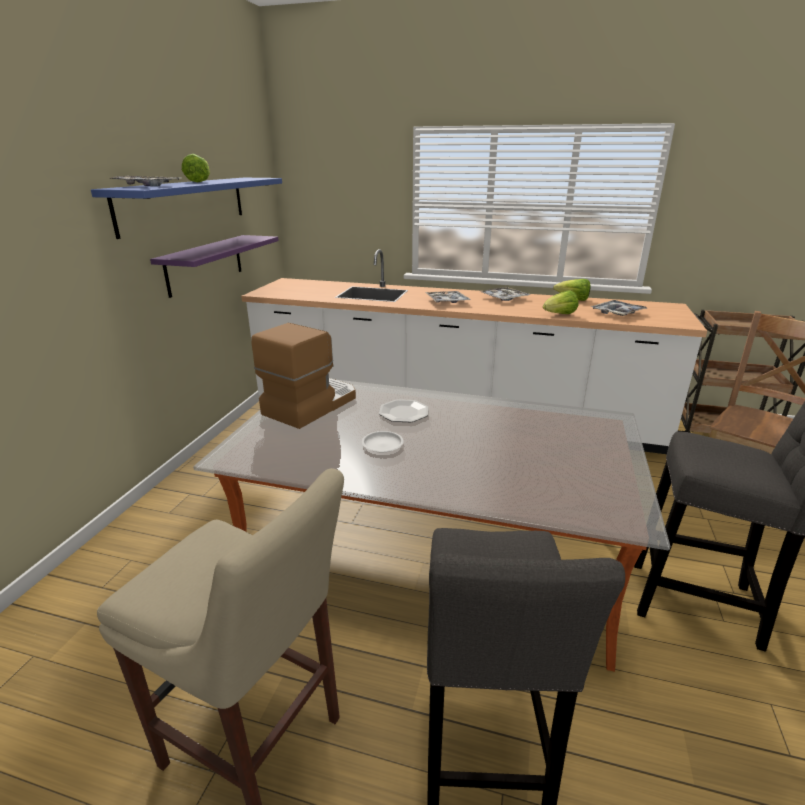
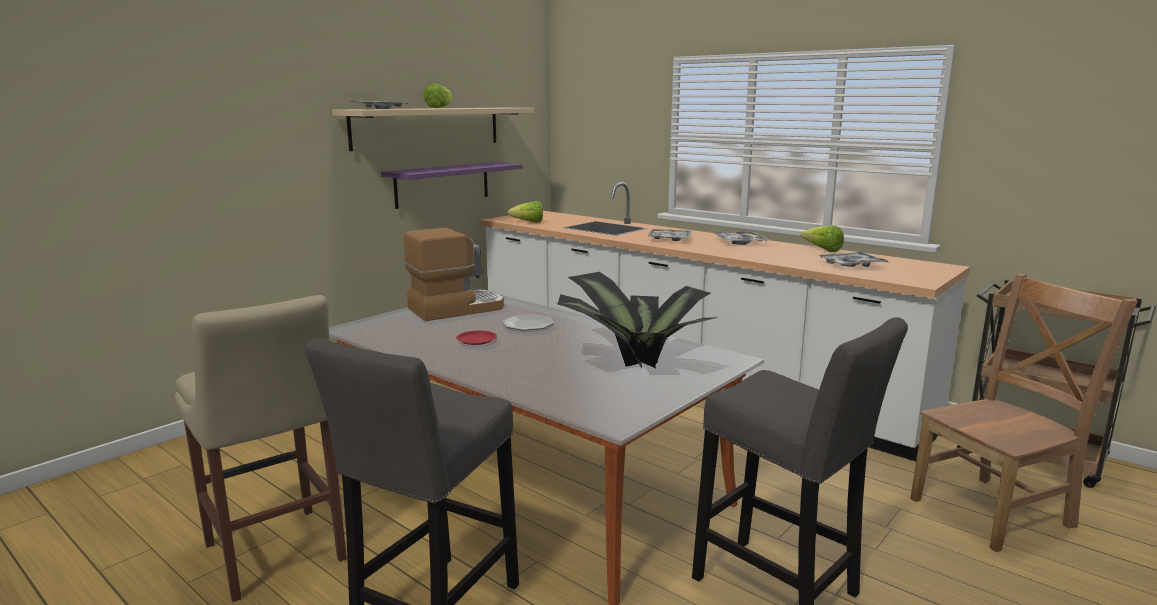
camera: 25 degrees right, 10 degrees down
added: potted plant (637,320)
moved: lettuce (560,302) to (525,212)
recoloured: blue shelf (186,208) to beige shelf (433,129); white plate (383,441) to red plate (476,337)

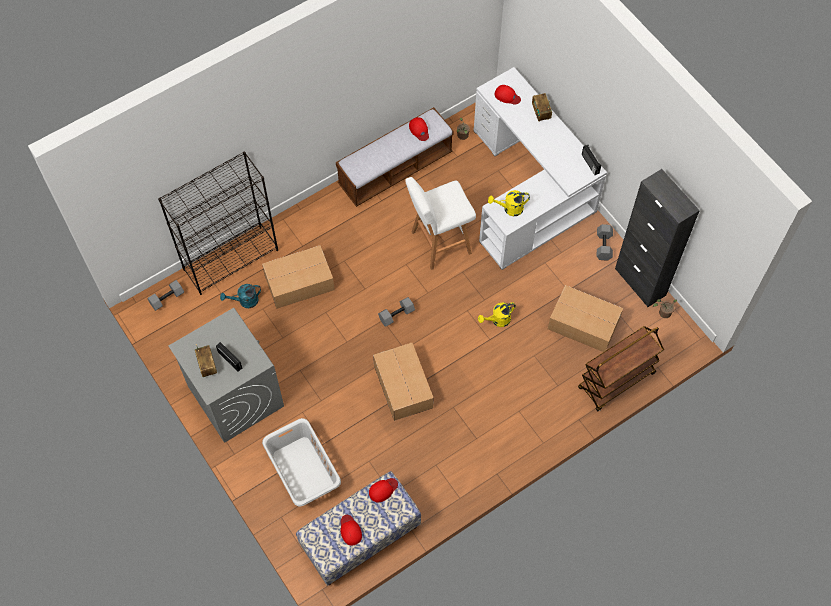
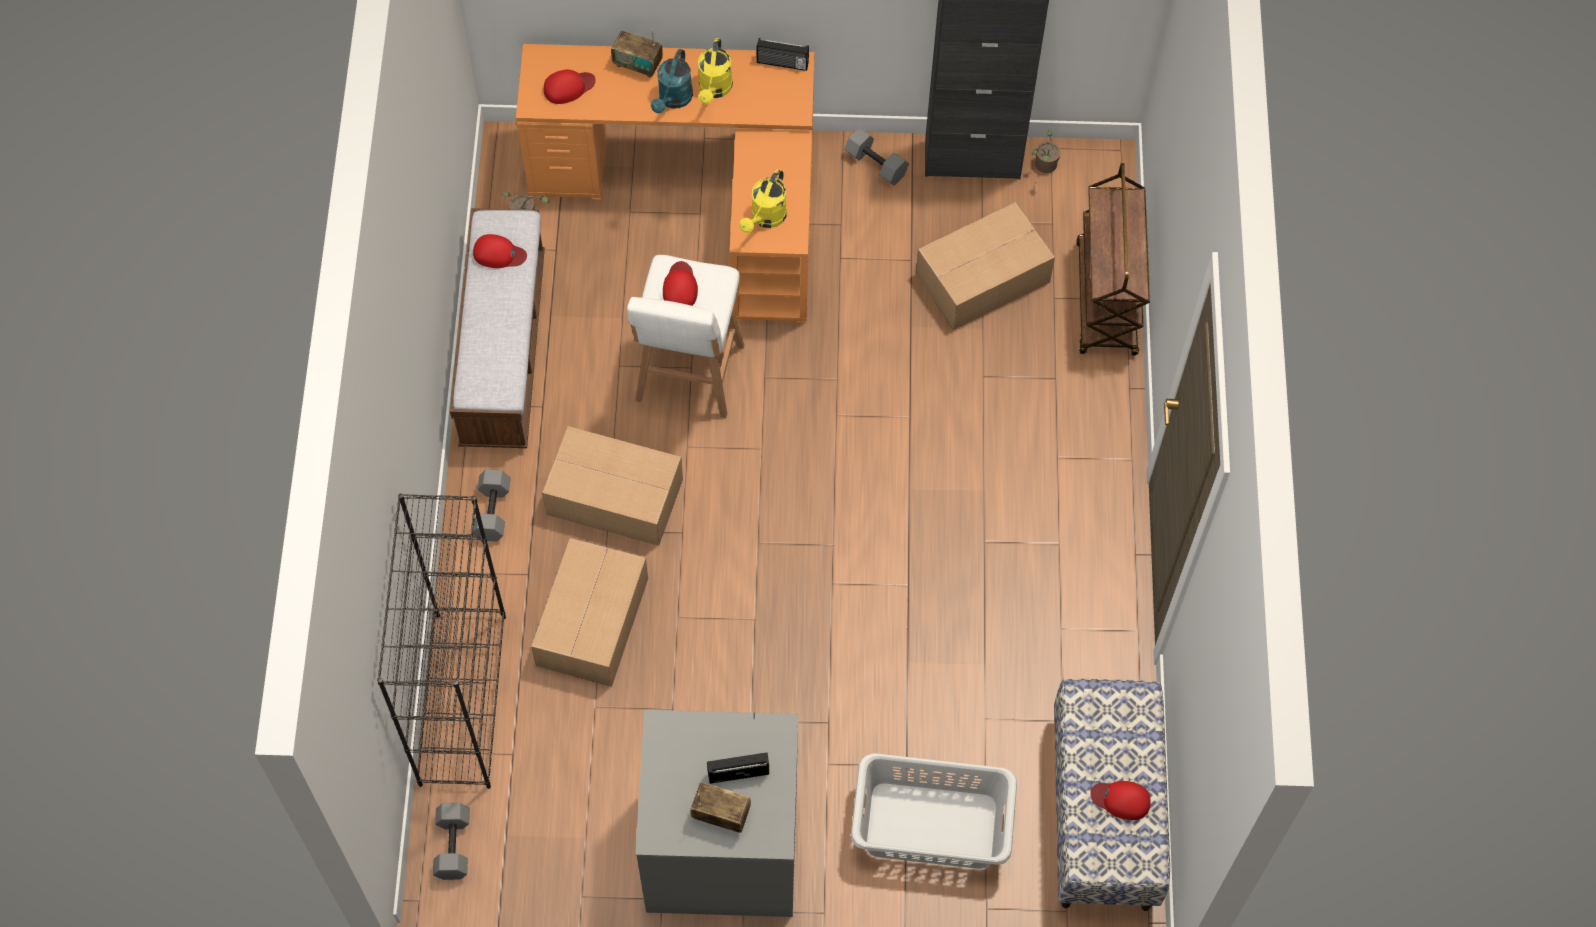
camera: 55 degrees left, 0 degrees up
moved: turquoise watering can (240,296) to (672,81); red cap (383,490) to (680,283); cardboard box (403,382) to (612,486); grey dumbbell (396,311) to (492,505); yellow watering can (497,314) to (715,71)
recoloured: white desk (540,168) to orange desk (665,183)

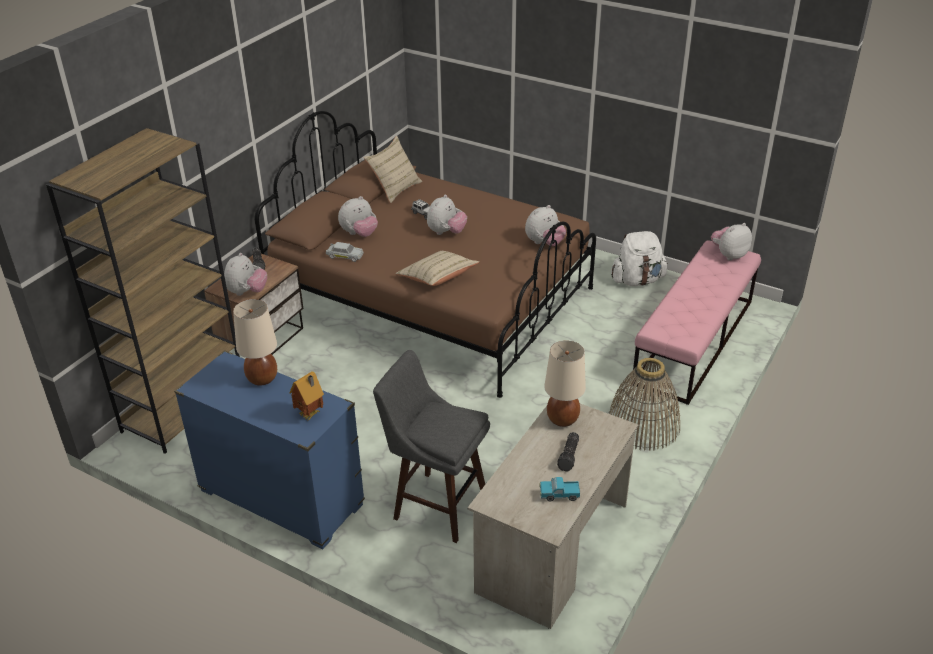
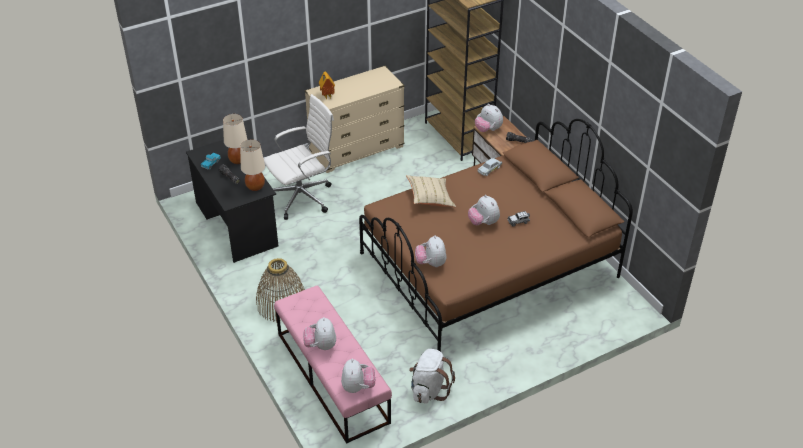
camera: 120 degrees right, 5 degrees up
removed: beige pillow (393,169)
moved: beige table lamp (255,342) to (235,139); plush toy (358,216) to (319,333)
replaced: grey stool (431,446) to white office chair (299,157)
recoloured: blue dresser (269,449) to beige dresser (355,119); beige desk (553,516) to black desk (232,201)

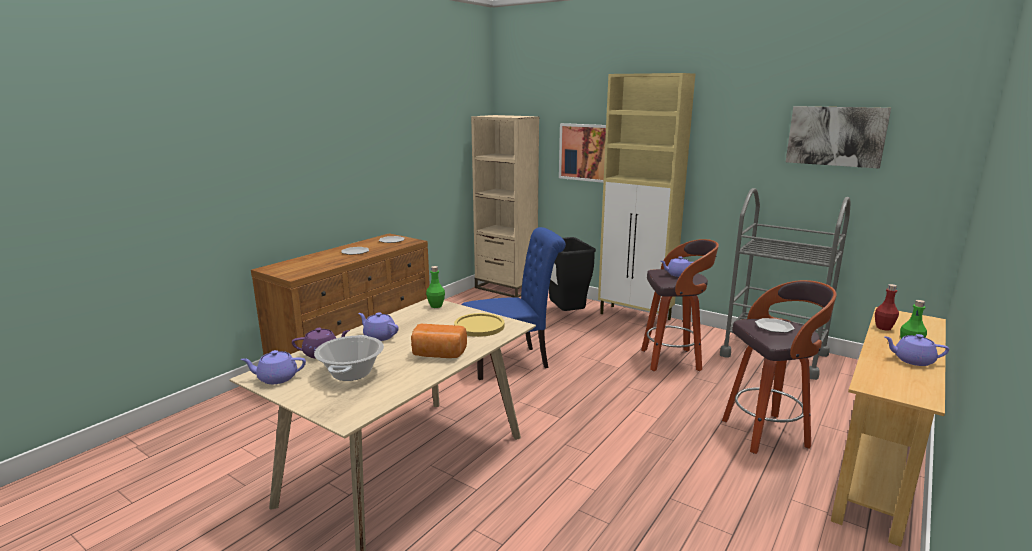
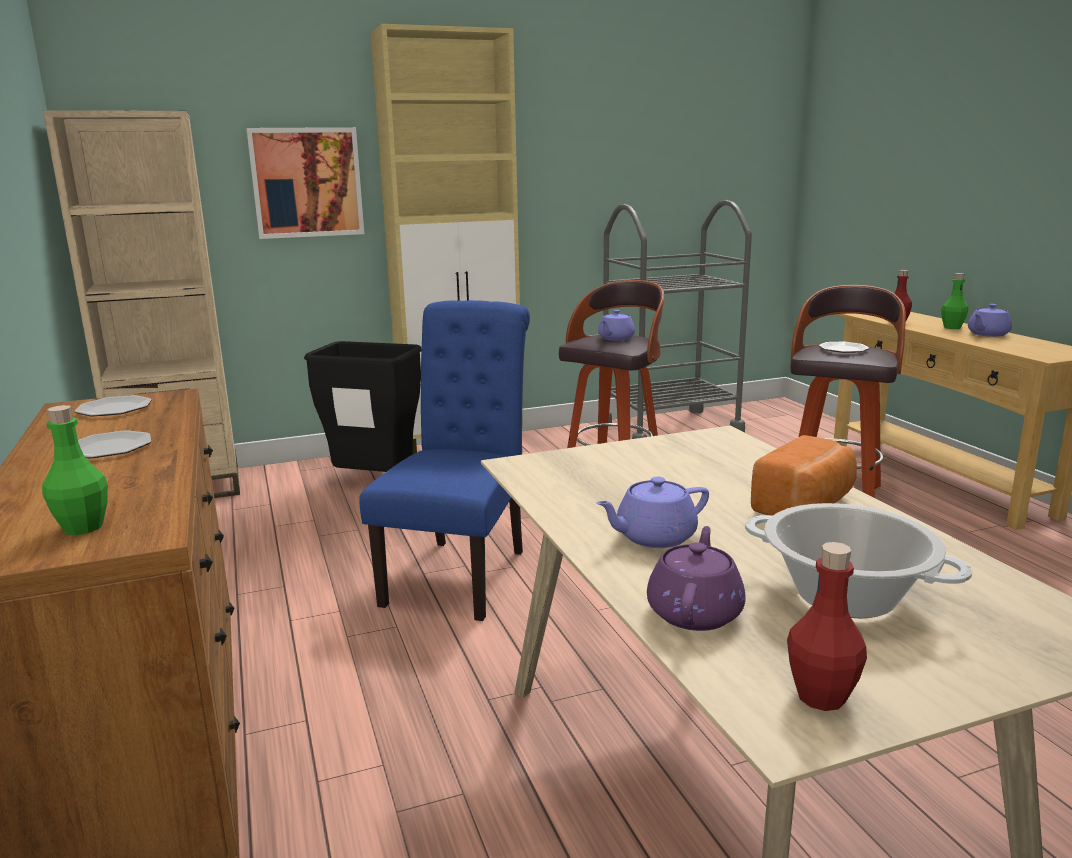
camera: 55 degrees left, 0 degrees up
removed: yellow plate (479,325); picture (838,137)
moved: green bottle (435,287) to (75,470)
replaced: purple teapot (273,367) to red bottle (827,626)

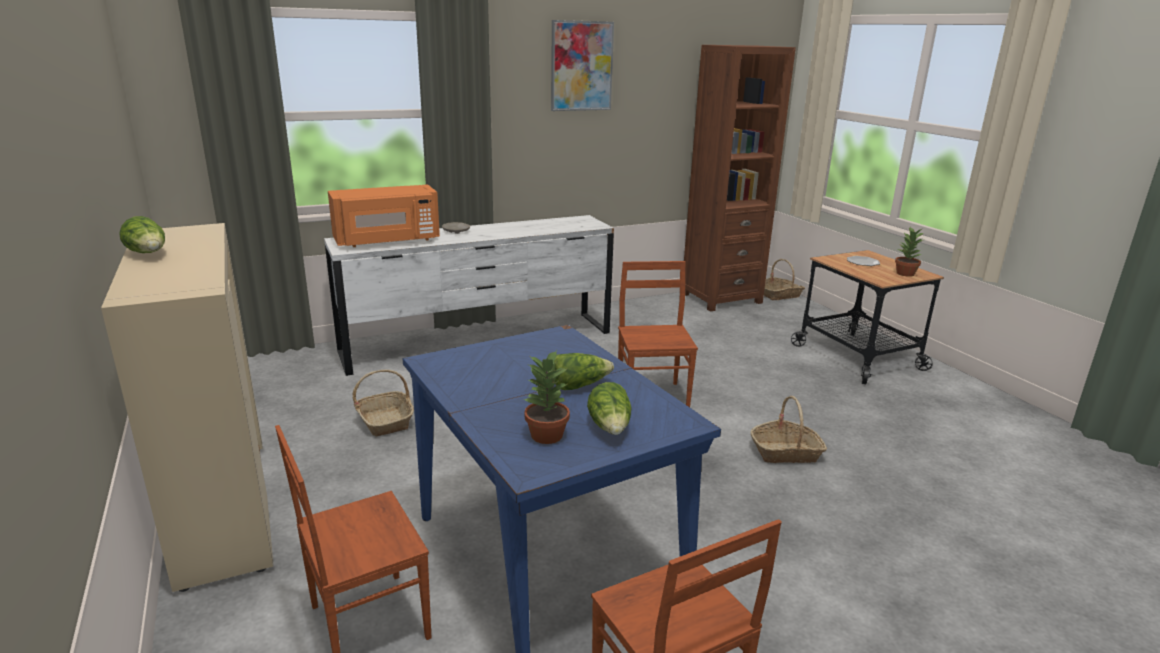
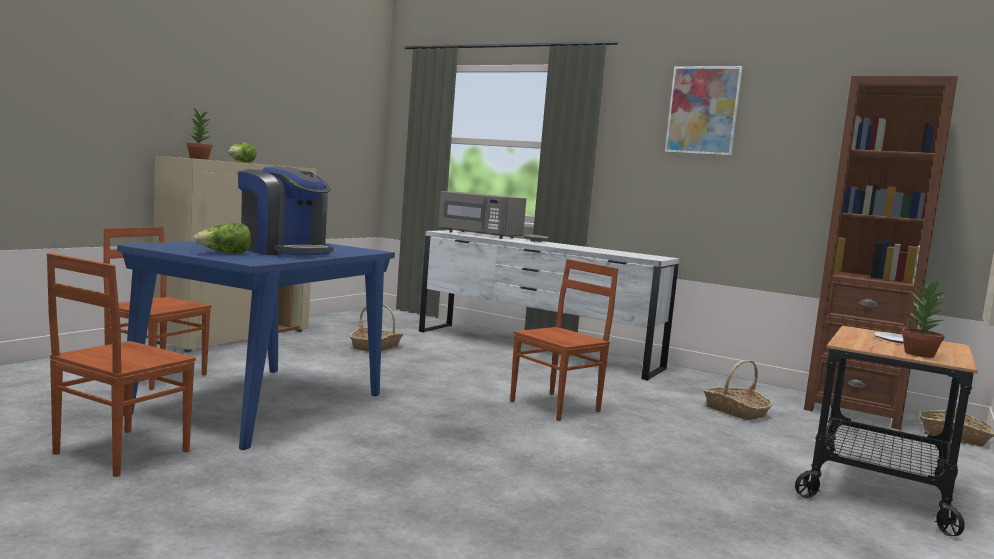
camera: 55 degrees right, 15 degrees down
moved: potted plant (546,397) to (199,134); basket (789,429) to (738,390)
replaced: lettuce (584,371) to coffee machine (285,211)
recoloured: orange microwave (384,215) to grey microwave (482,215)

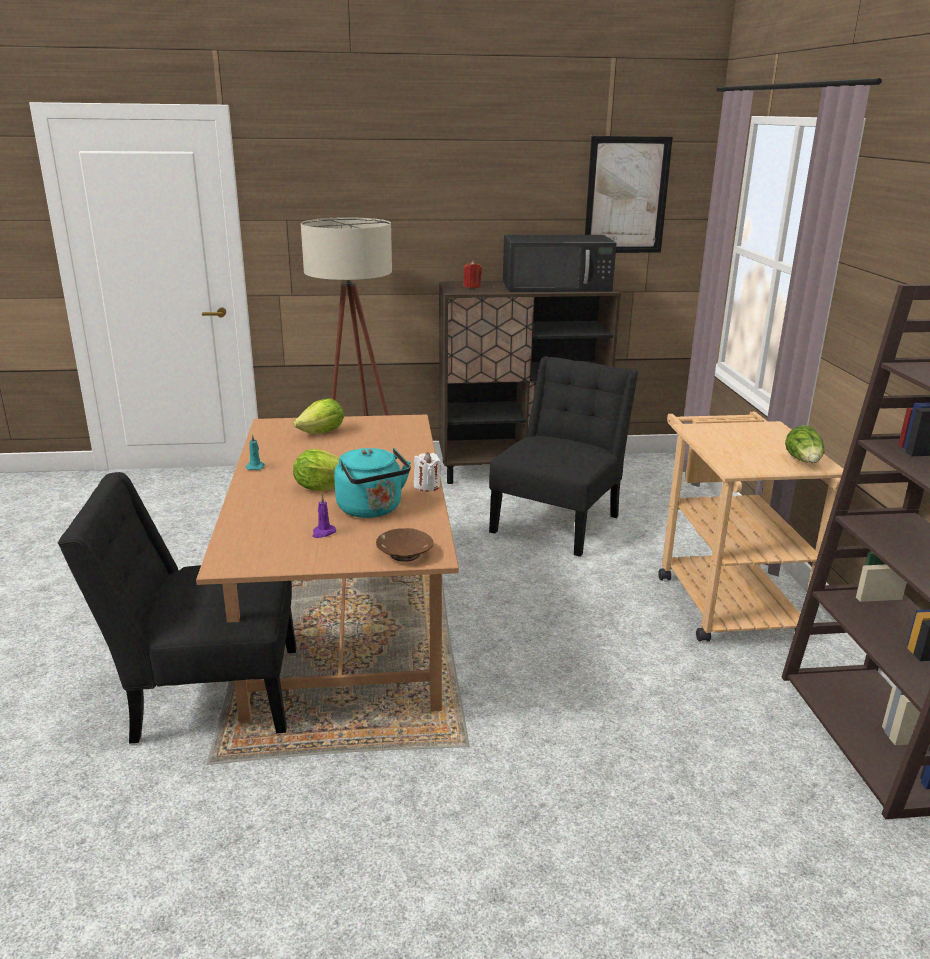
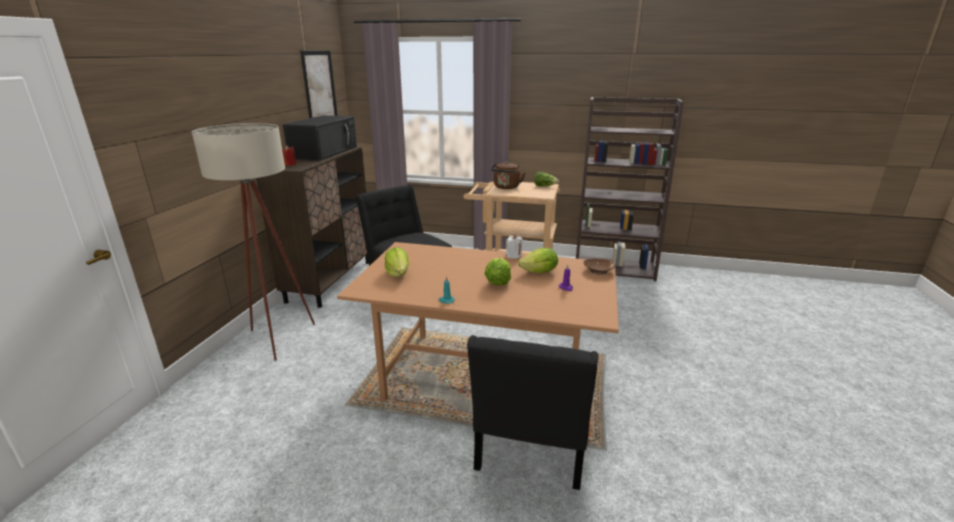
camera: 70 degrees left, 0 degrees up
added: brown kettle (508,175)
replaced: turquoise kettle (372,483) to lettuce (538,260)

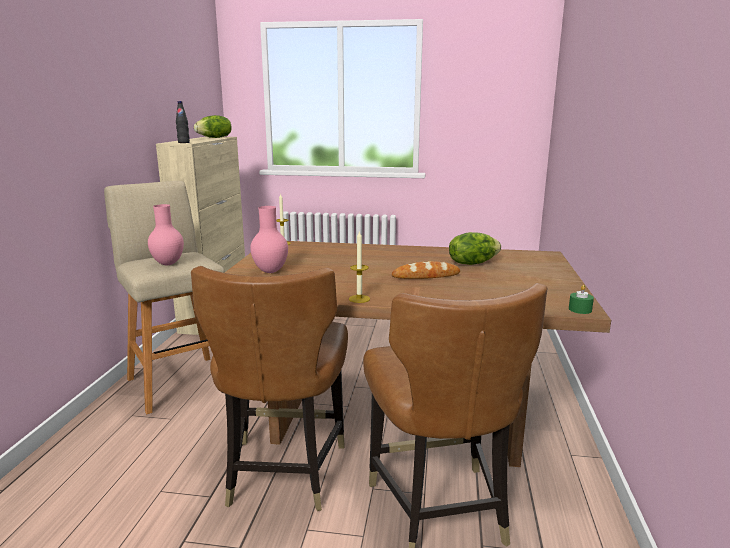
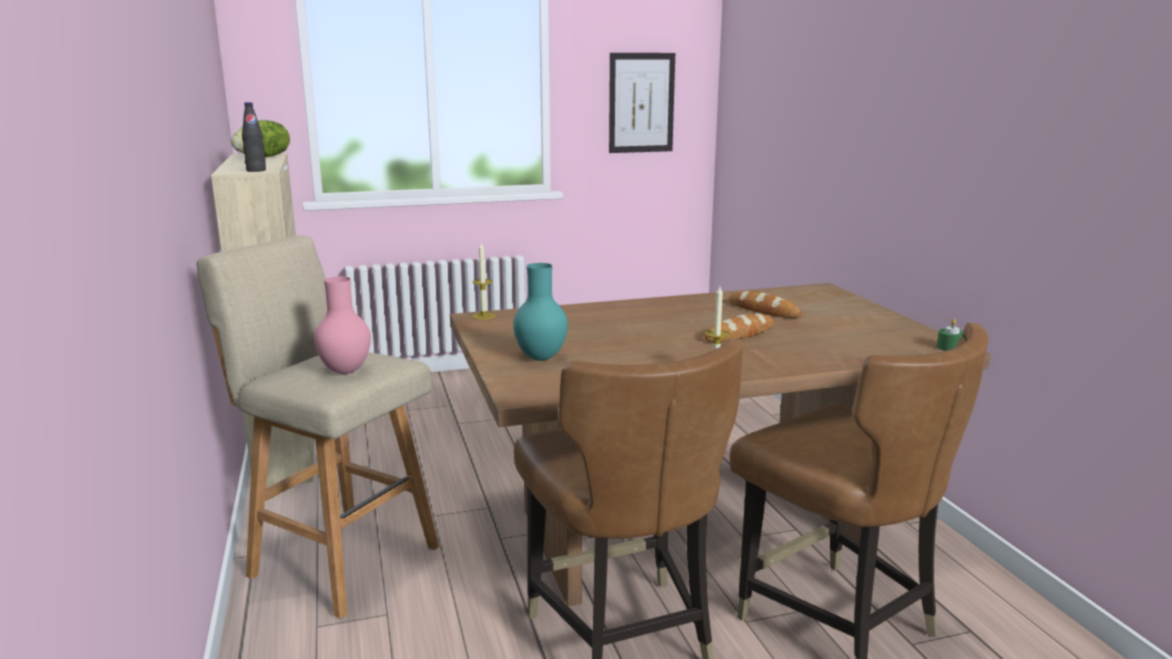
camera: 25 degrees left, 0 degrees up
added: picture (642,103)
replaced: lettuce (475,248) to bread (765,304)
recoloured: pink vase (269,239) to turquoise vase (540,312)

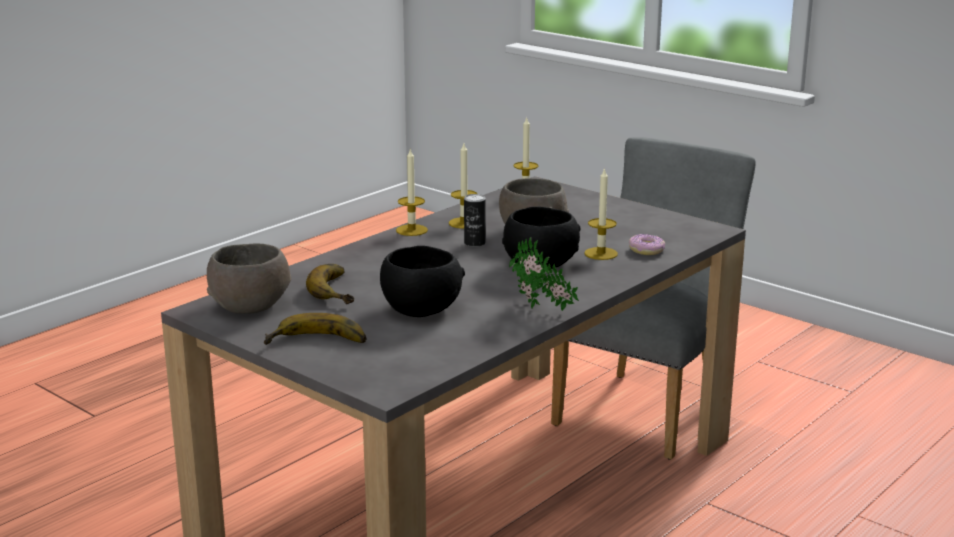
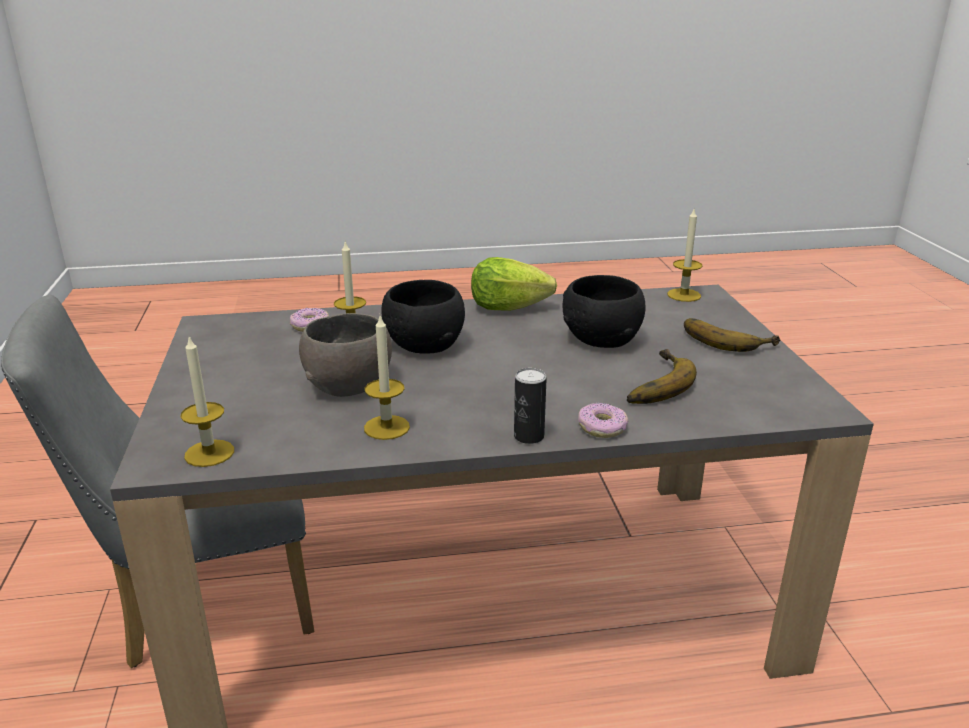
camera: 140 degrees left, 5 degrees up
removed: grey bowl (249,279)
added: donut (603,420)
moved: candle (412,192) to (684,255); can (475,220) to (530,406)
replaced: potted plant (544,274) to lettuce (514,284)

